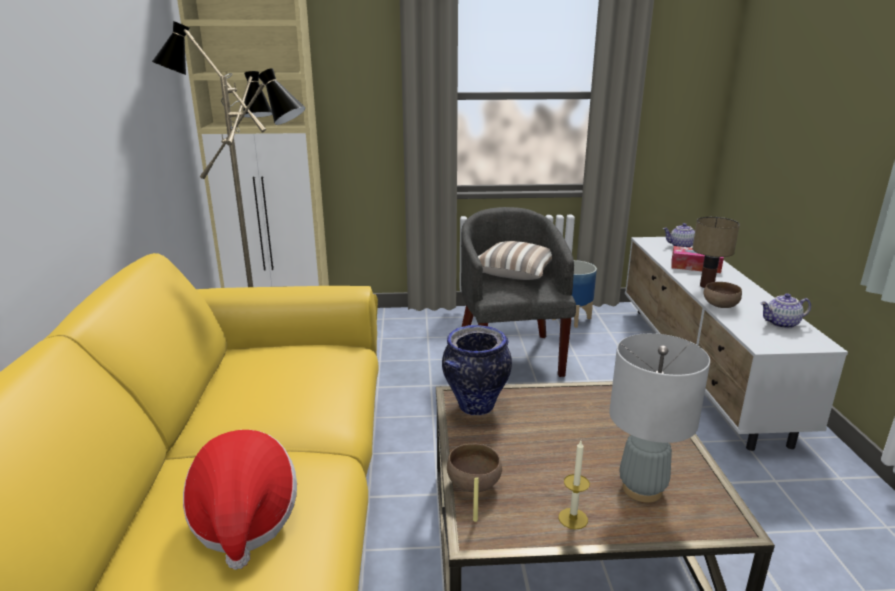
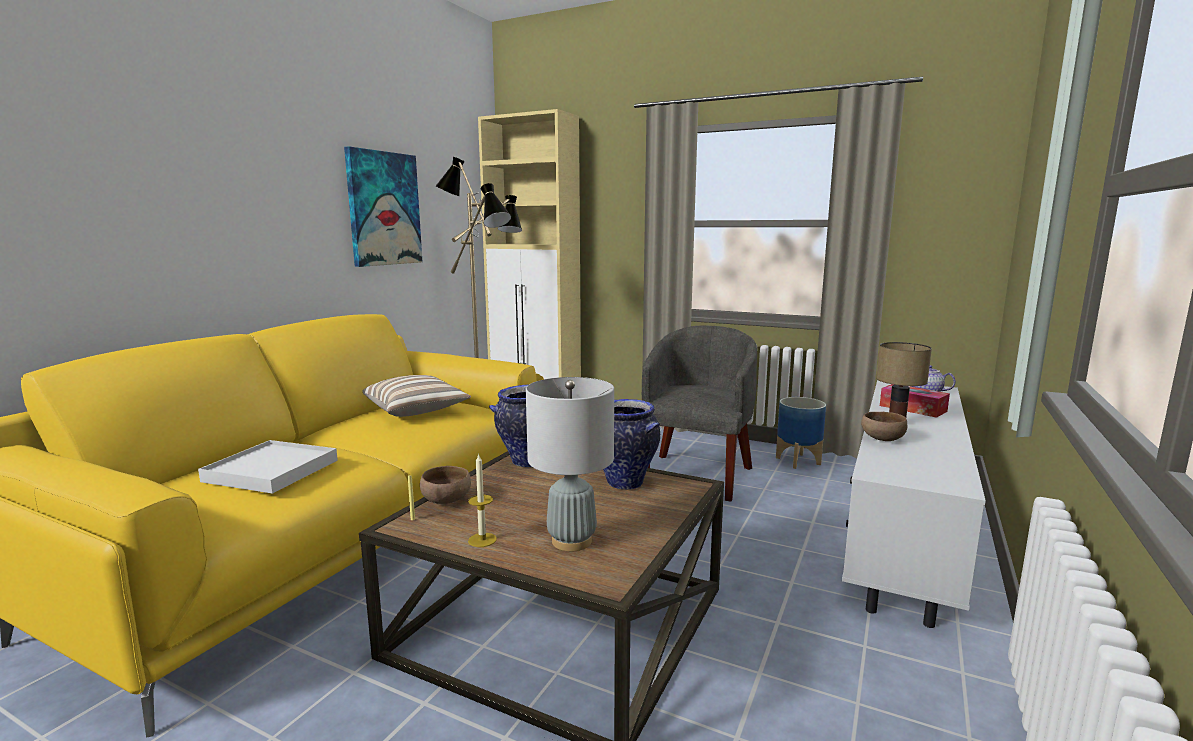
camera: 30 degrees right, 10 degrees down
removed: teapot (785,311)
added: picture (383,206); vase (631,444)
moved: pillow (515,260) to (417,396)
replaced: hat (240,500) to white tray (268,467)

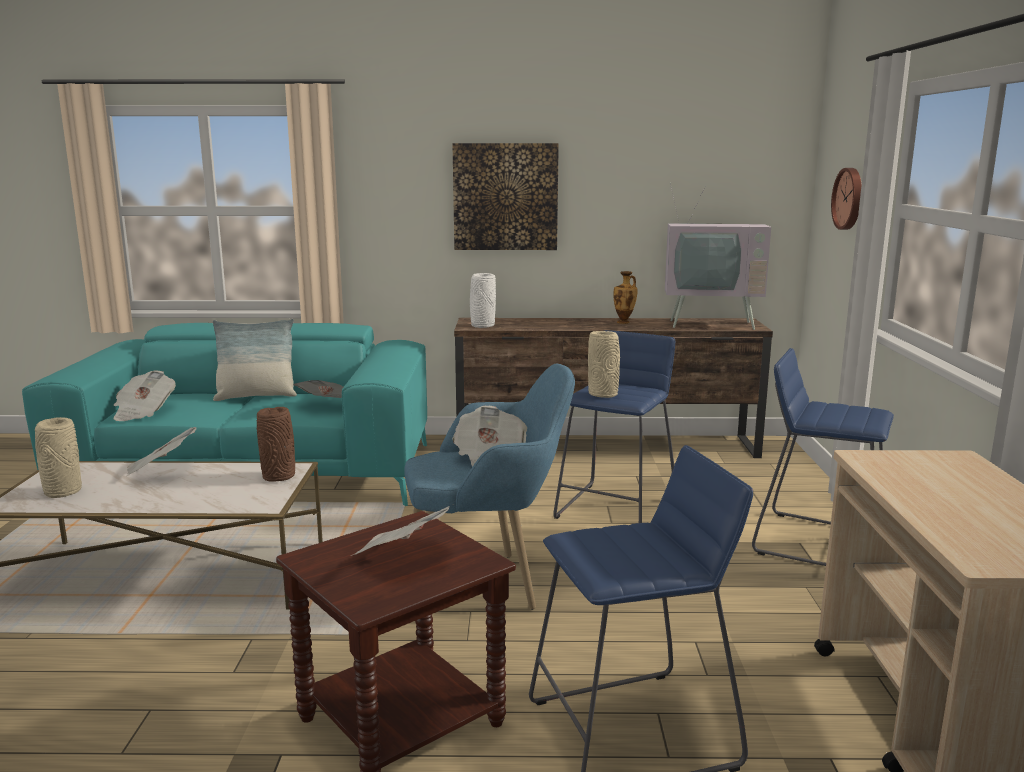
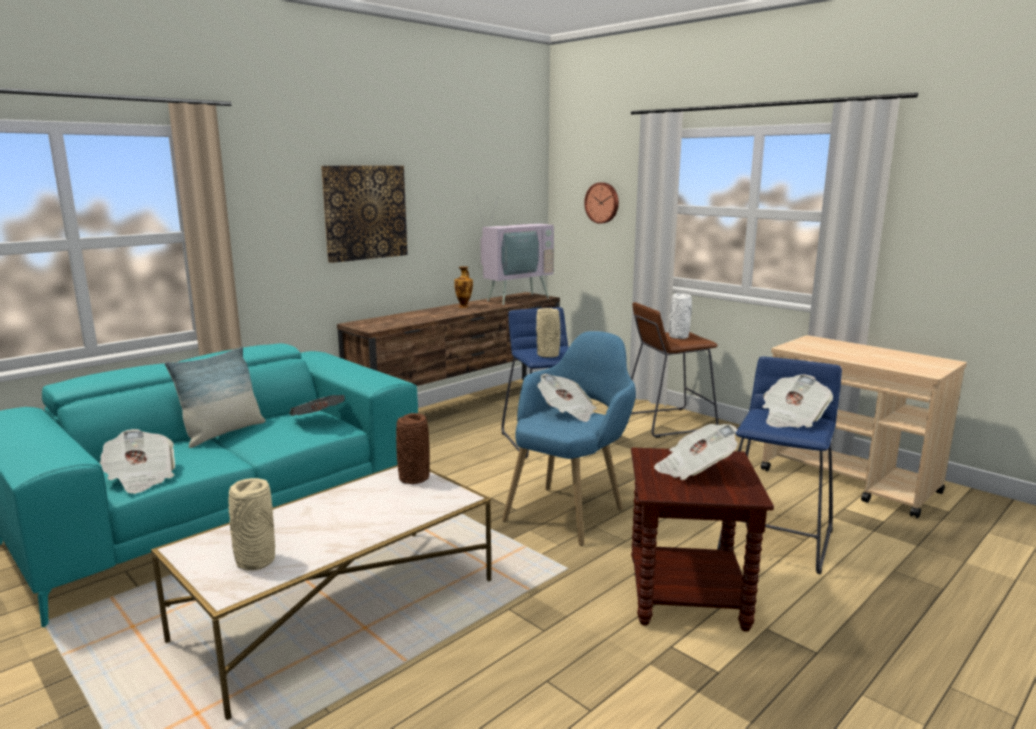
camera: 45 degrees left, 0 degrees up
moved: newspaper (162,451) to (798,401); white vase (483,300) to (680,316)
recoloured: blue stool (823,457) to brown stool (674,370)

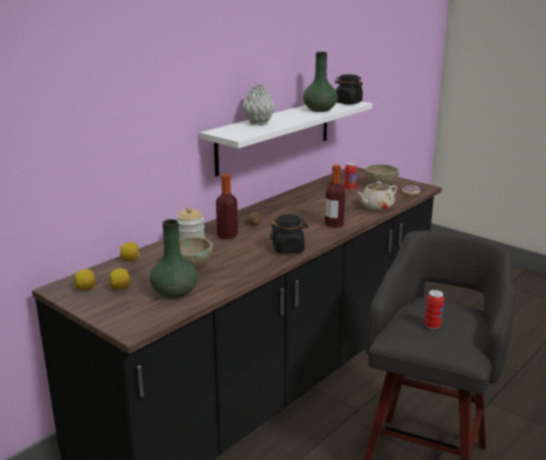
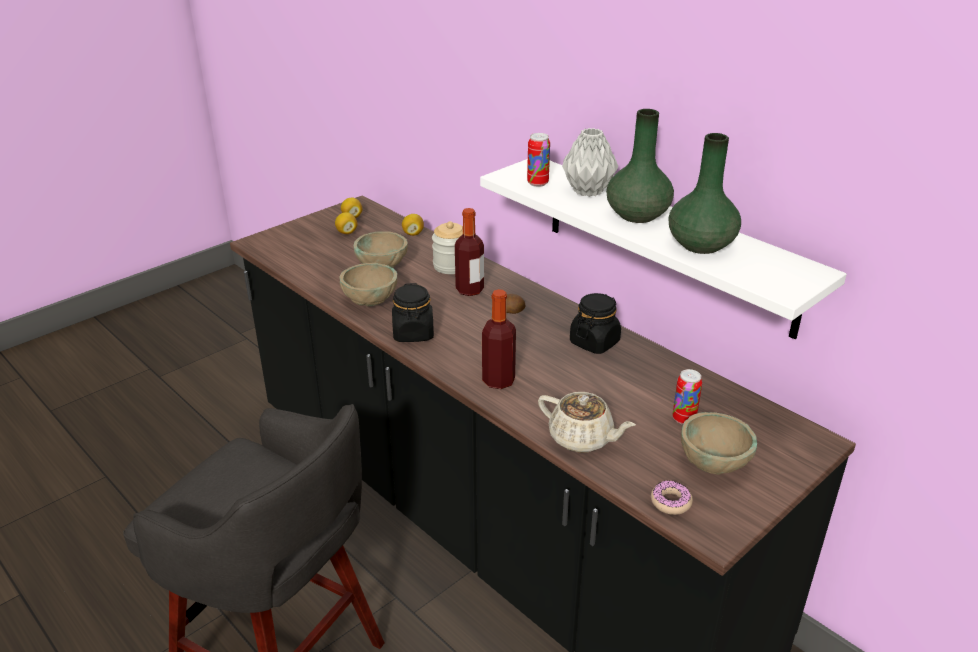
camera: 95 degrees right, 10 degrees up
added: beige bowl (368,284)
moved: green vase (174,259) to (640,166); black jar (349,89) to (595,323); can (434,309) to (538,160)
turned: beige teapot (377,196) = (587,422) 150 degrees clockwise

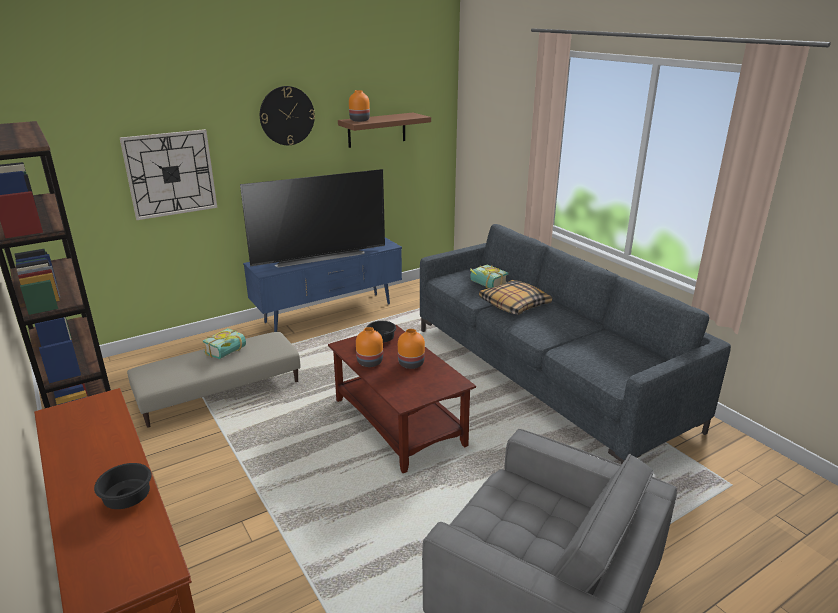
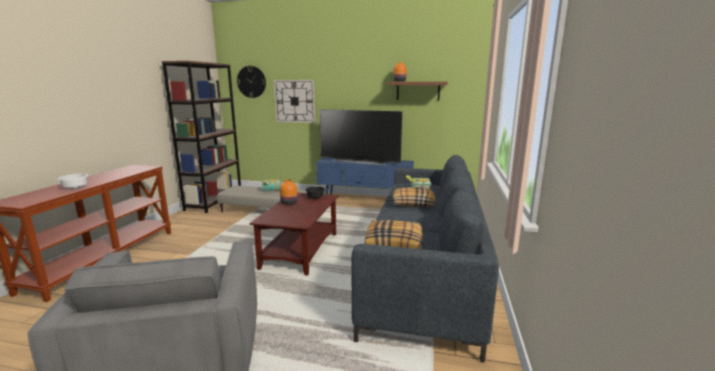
camera: 45 degrees right, 10 degrees down
removed: orange vase (411,349)
added: pillow (394,234)
moved: wall clock (287,115) to (251,82)
recoloured: black bowl (123,486) to white bowl (73,181)

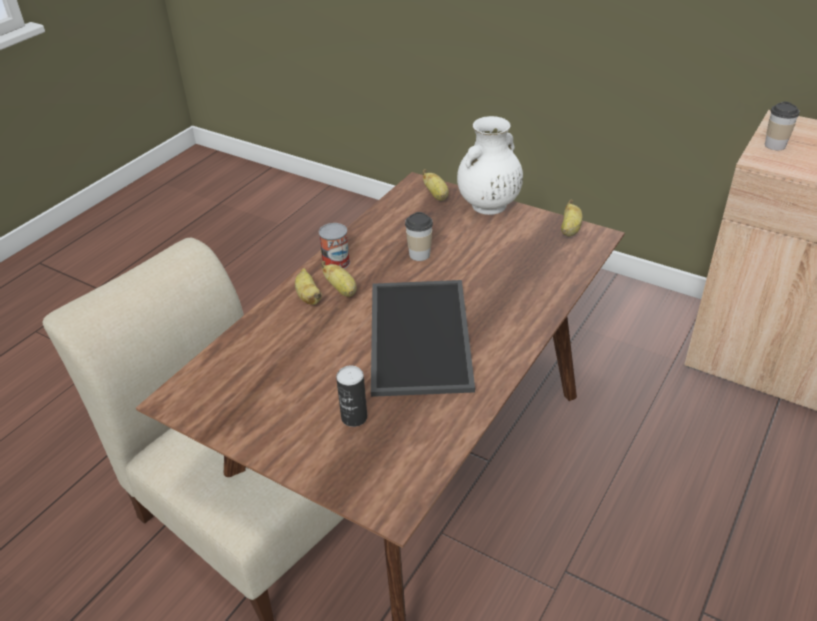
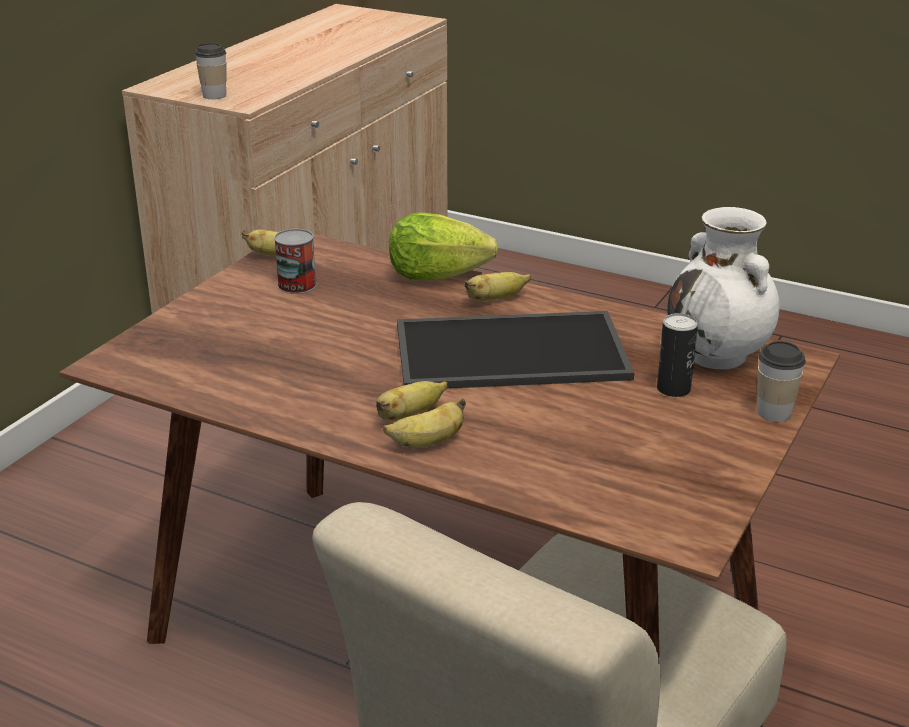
camera: 95 degrees left, 10 degrees down
added: lettuce (443,246)
moved: can (334,246) to (295,261); cup (419,236) to (781,381); banana (435,185) to (497,286); white vase (490,165) to (723,288)

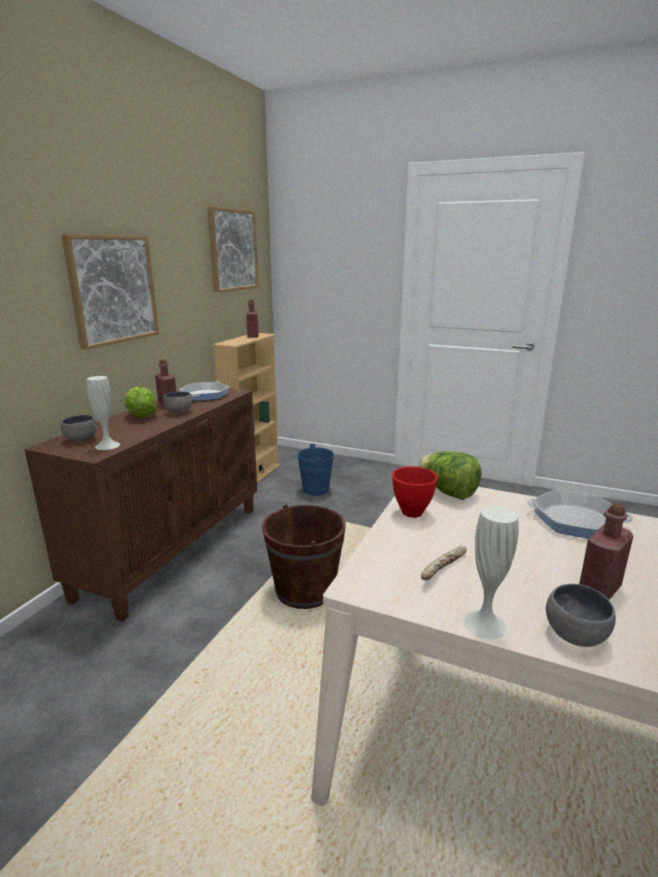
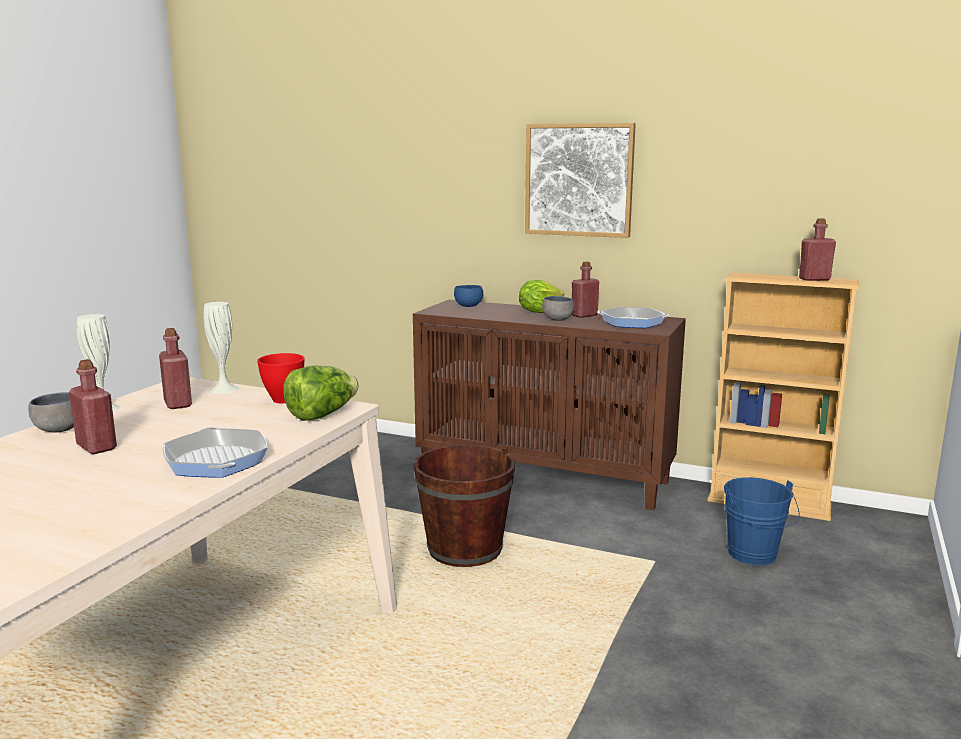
camera: 90 degrees right, 5 degrees down
removed: picture (233,249)
moved: white vase (103,413) to (221,348)
replaced: bread (444,563) to red bottle (175,368)
recoloured: grey bowl (79,428) to blue bowl (468,296)
turned: frying pan (580,514) = (215,452) 135 degrees clockwise

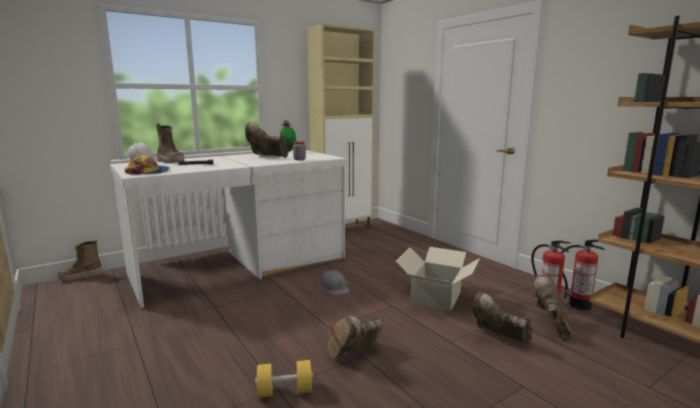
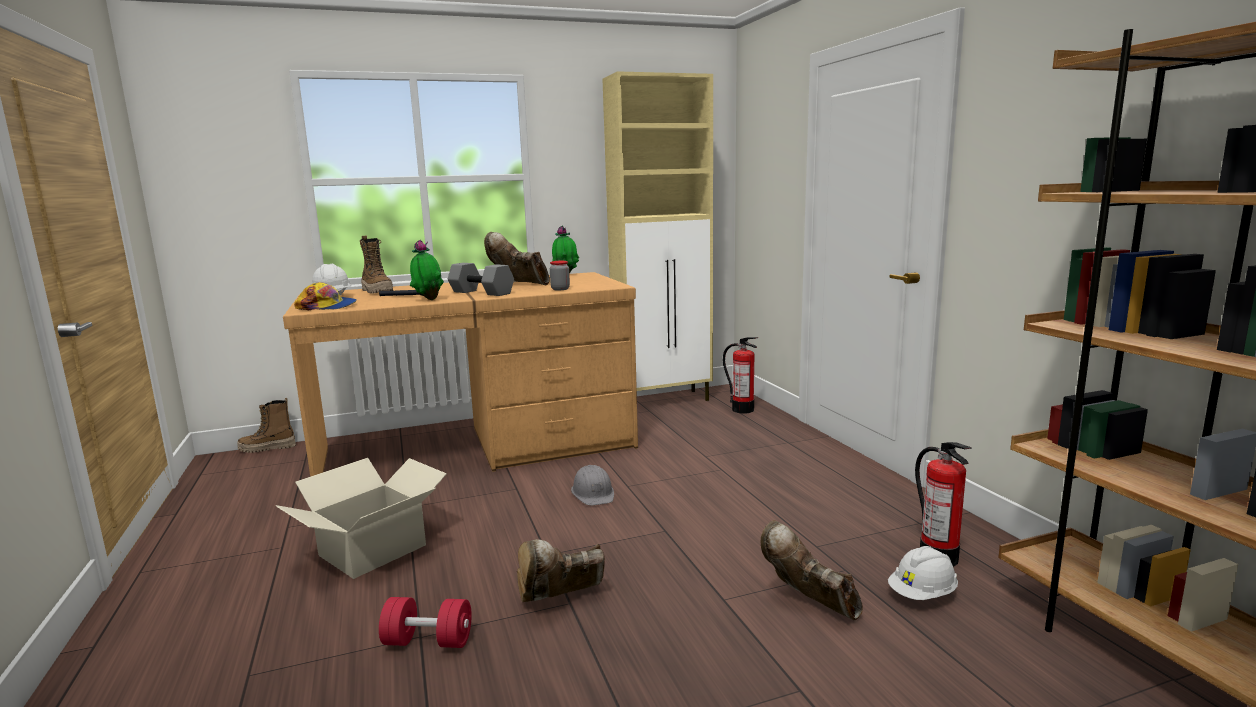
camera: 15 degrees right, 0 degrees up
added: potted plant (427,270); grey dumbbell (481,279)
moved: cardboard box (437,279) to (361,518); fire extinguisher (583,274) to (740,375)
replaced: brown boot (552,307) to white hard hat (923,573)
recoloured: white desk (228,229) to brown desk (460,374); yellow dumbbell (284,379) to red dumbbell (425,622)

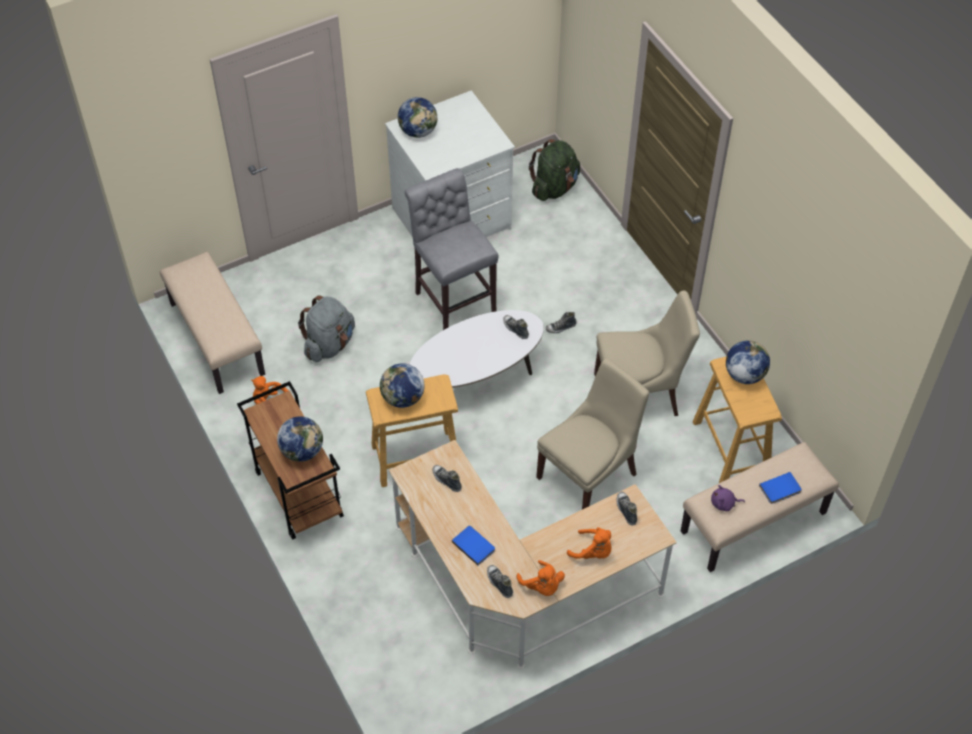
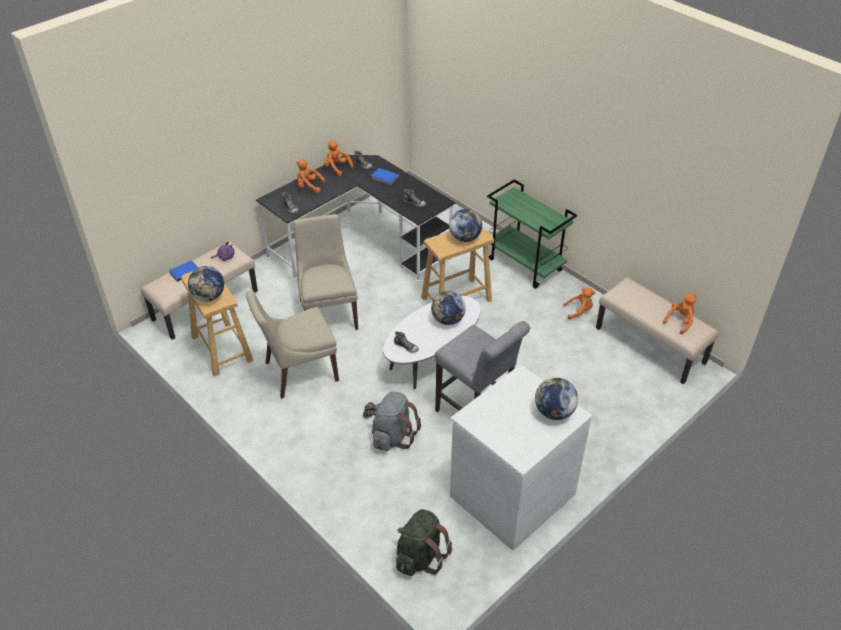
camera: 165 degrees right, 10 degrees down
added: orange plush toy (680,313)
moved: globe (300,439) to (448,308); grey backpack (326,329) to (396,421)
recoloured: brown cart (290,460) to green cart (532,234); beige desk (533,554) to black desk (356,218)
turned: beige chair (592,433) = (326,272) 135 degrees clockwise

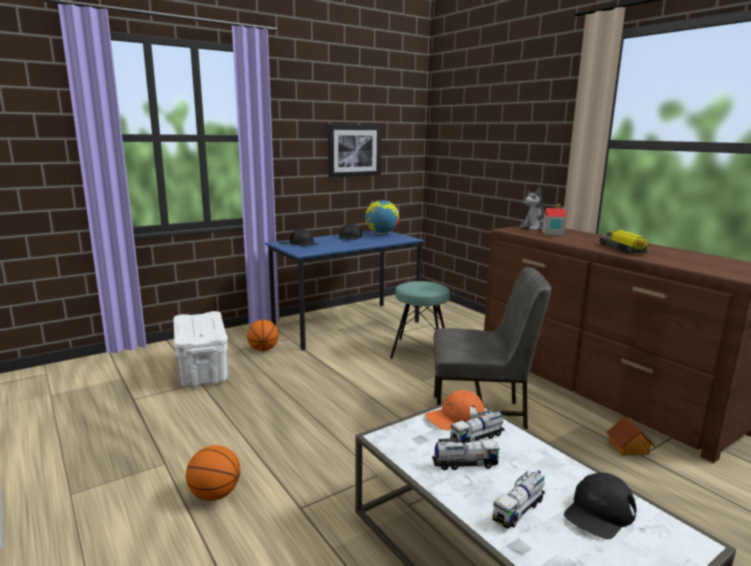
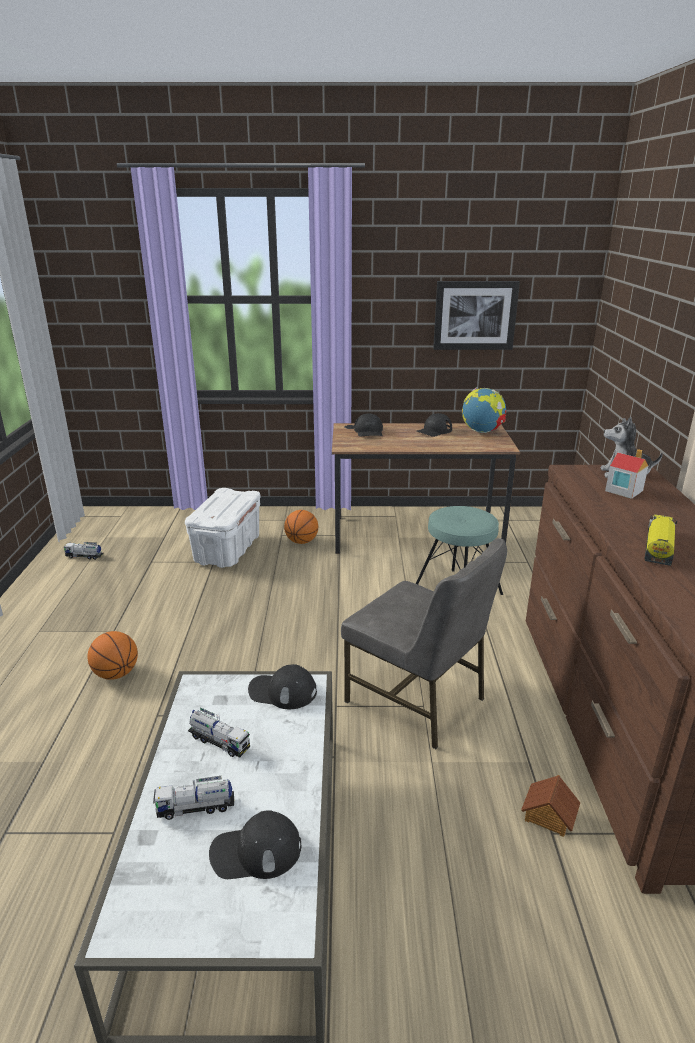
camera: 35 degrees right, 10 degrees up
moved: toy truck (477,426) to (84,551)
recoloured: blue desk (345,290) to brown desk (426,488); orange cap (455,410) to black cap (282,686)

